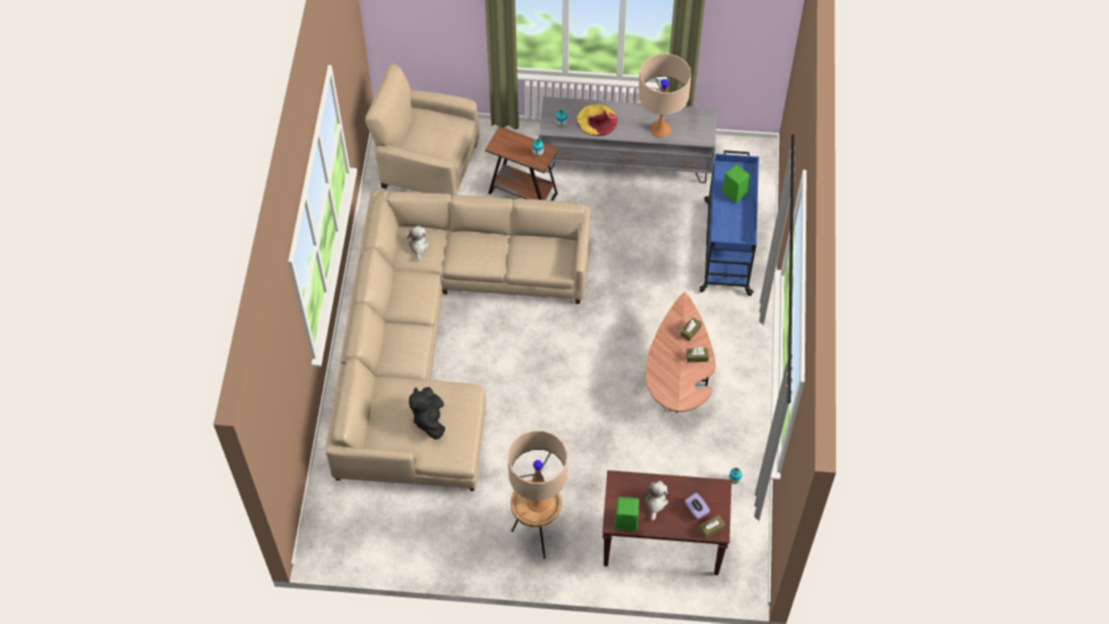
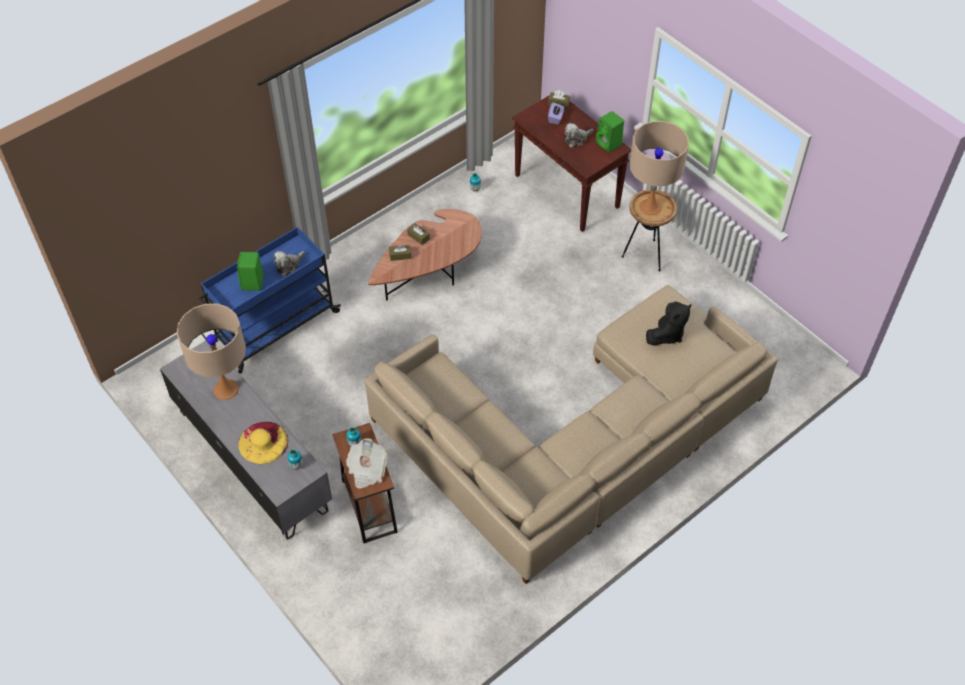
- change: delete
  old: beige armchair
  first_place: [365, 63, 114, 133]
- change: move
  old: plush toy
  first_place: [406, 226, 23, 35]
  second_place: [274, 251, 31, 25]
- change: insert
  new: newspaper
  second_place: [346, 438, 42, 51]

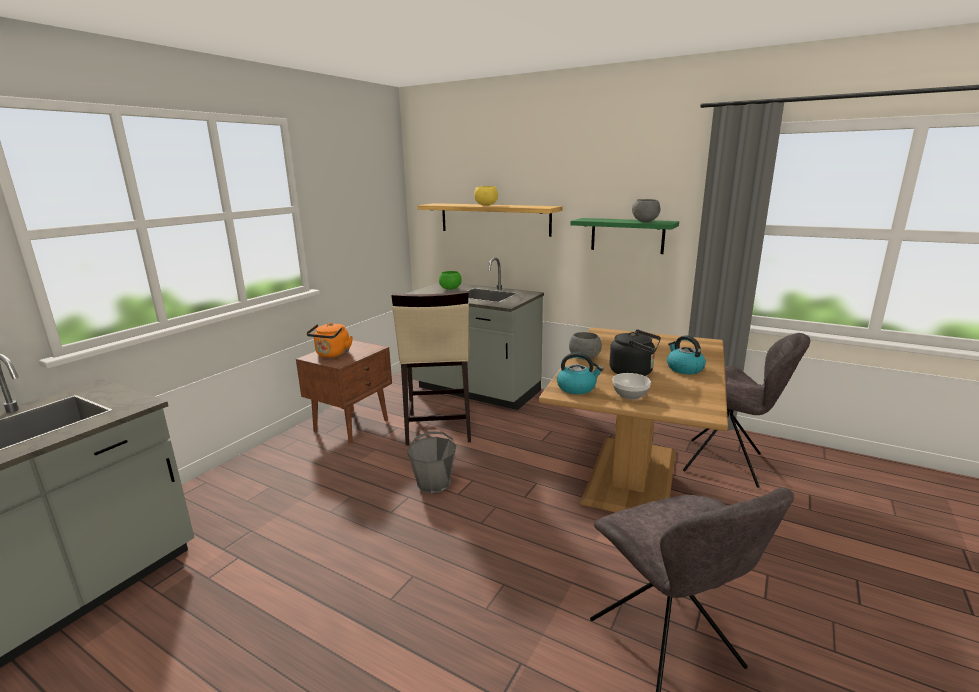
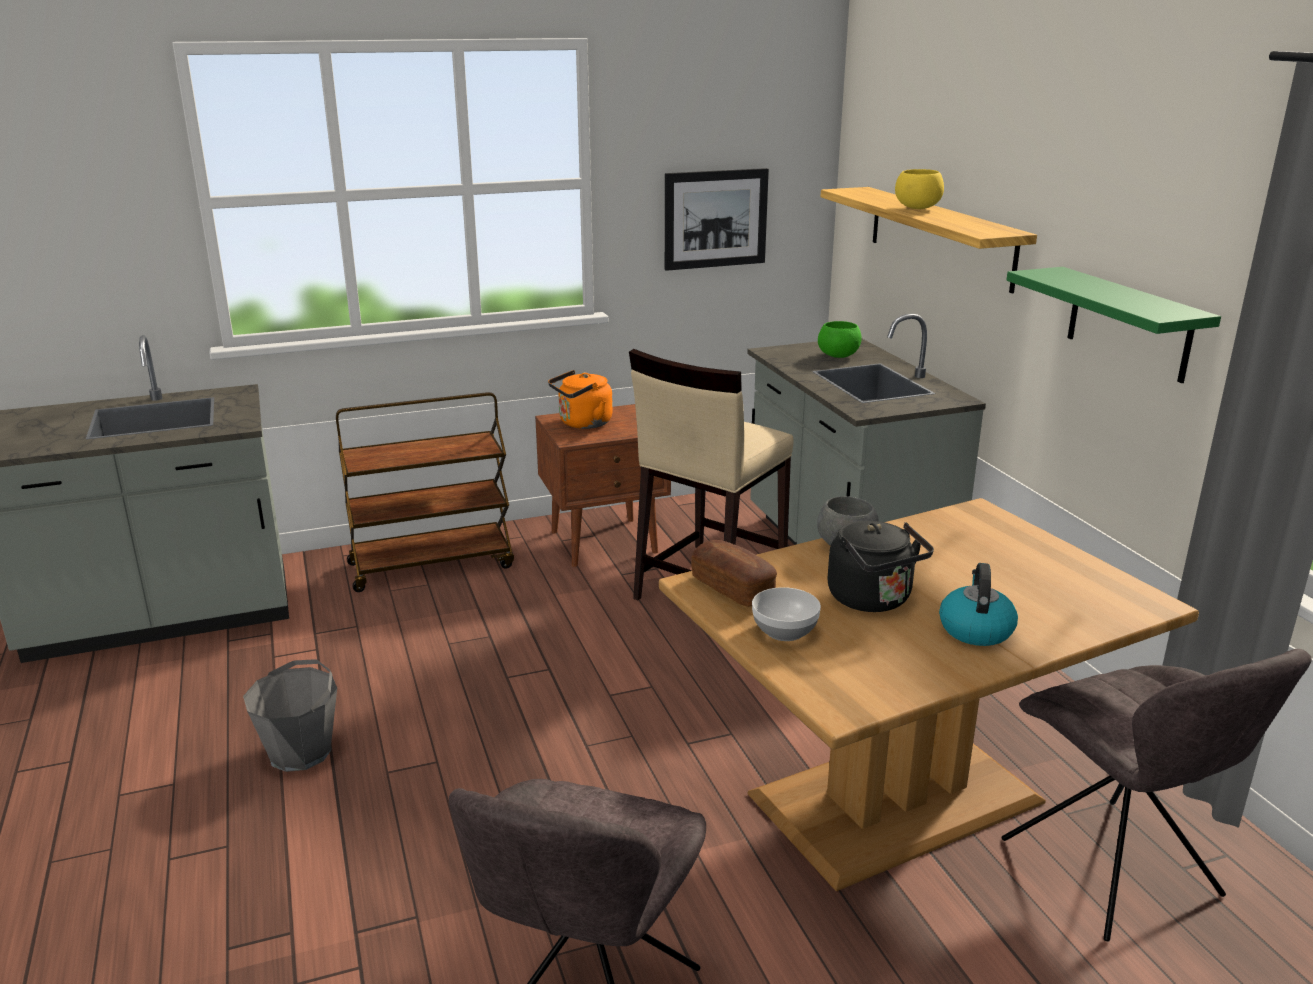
- change: delete
  old: grey bowl
  first_place: [632, 199, 28, 23]
- change: replace
  old: kettle
  new: bread
  first_place: [557, 352, 46, 42]
  second_place: [691, 540, 86, 67]
- change: move
  old: grey bucket
  first_place: [407, 431, 49, 62]
  second_place: [243, 659, 94, 113]
- change: insert
  new: picture
  second_place: [665, 168, 104, 103]
- change: insert
  new: brown cart
  second_place: [336, 392, 178, 200]

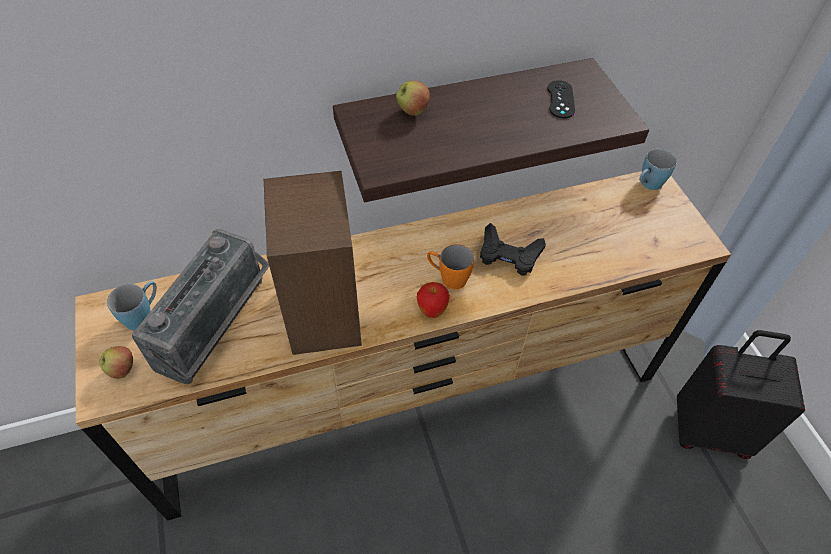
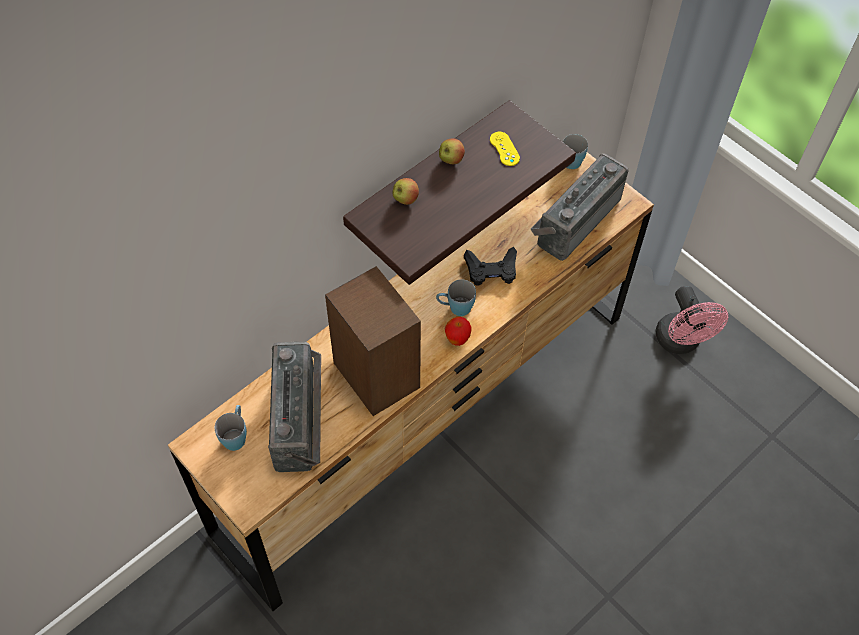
- change: recolor
  old: black game controller
  new: yellow game controller
  first_place: [547, 80, 28, 38]
  second_place: [490, 132, 30, 34]
- change: recolor
  old: orange mug
  new: blue mug
  first_place: [427, 244, 47, 45]
  second_place: [436, 279, 40, 37]
- change: replace
  old: black suitcase
  new: pink fan
  first_place: [677, 330, 128, 129]
  second_place: [656, 286, 72, 68]
- change: move
  old: apple
  first_place: [99, 346, 34, 33]
  second_place: [439, 138, 26, 26]
- change: insert
  new: radio
  second_place: [530, 153, 99, 108]

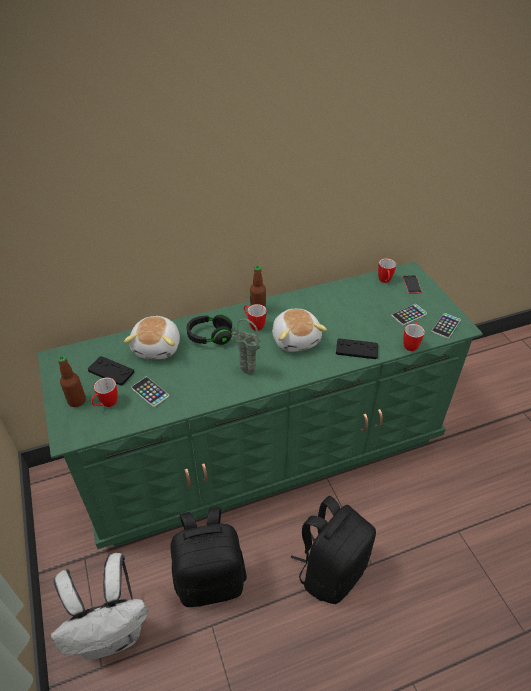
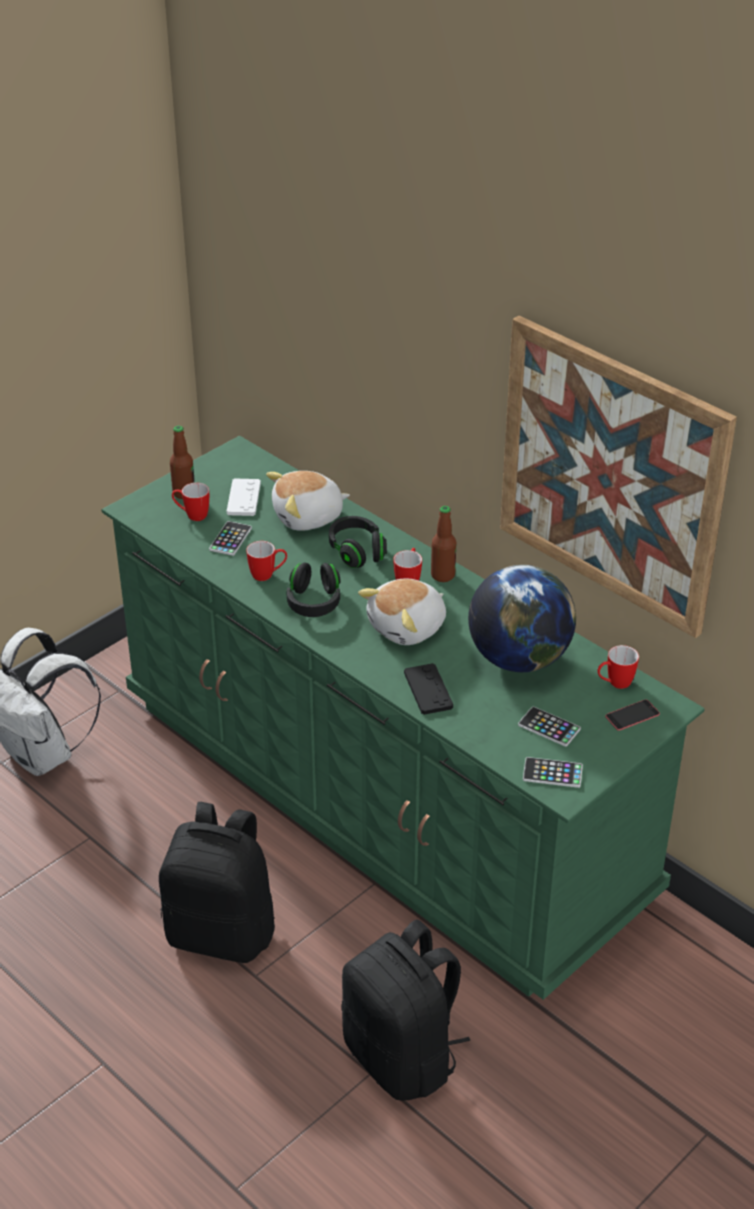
- change: replace
  old: green vase
  new: black headphones
  first_place: [231, 318, 30, 56]
  second_place: [286, 562, 55, 55]
- change: move
  old: mug
  first_place: [403, 322, 22, 29]
  second_place: [246, 541, 41, 40]
- change: recolor
  old: black game controller
  new: white game controller
  first_place: [88, 356, 46, 30]
  second_place: [227, 479, 34, 37]
- change: move
  old: black backpack
  first_place: [170, 507, 77, 100]
  second_place: [341, 920, 129, 181]
- change: insert
  new: picture
  second_place: [500, 315, 237, 323]
- change: insert
  new: globe
  second_place: [468, 565, 108, 107]

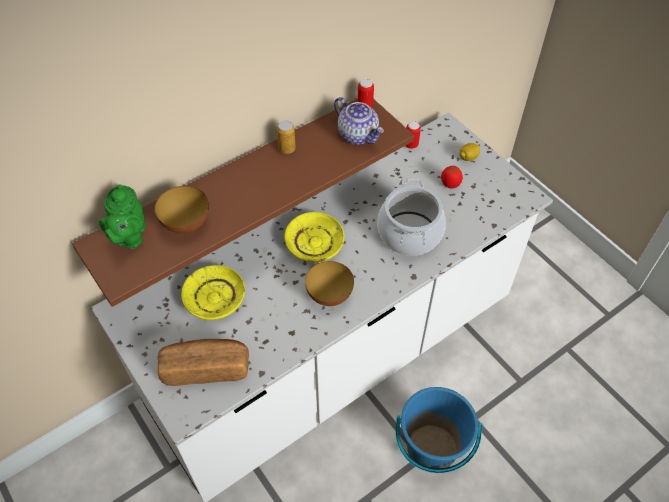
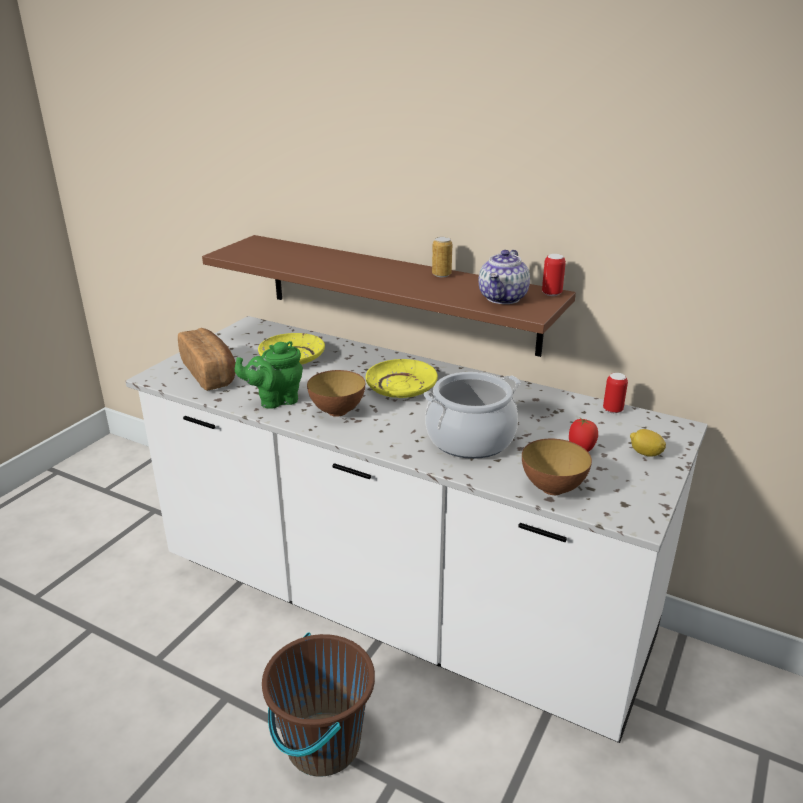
- change: move
  old: green teapot
  first_place: [99, 184, 47, 65]
  second_place: [235, 341, 68, 68]
- change: move
  old: bowl
  first_place: [155, 186, 54, 48]
  second_place: [522, 439, 70, 56]
- change: recolor
  old: blue bucket
  new: brown bucket
  first_place: [396, 387, 86, 86]
  second_place: [262, 632, 113, 145]

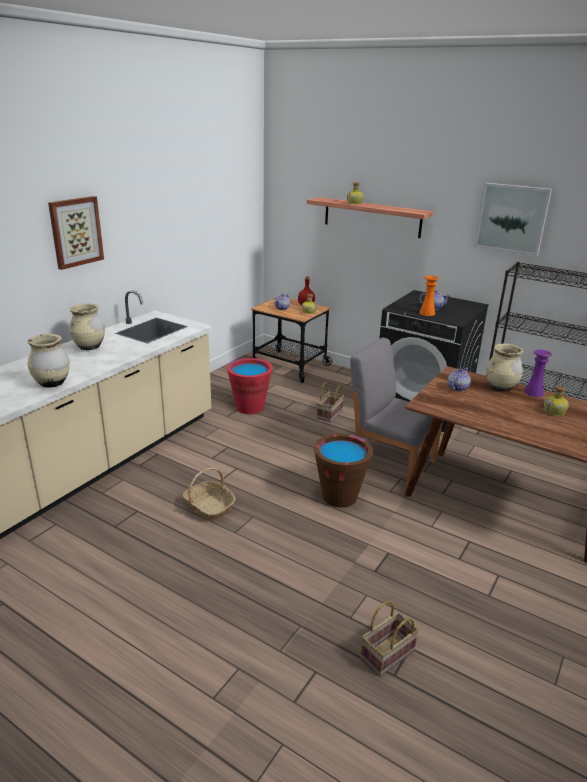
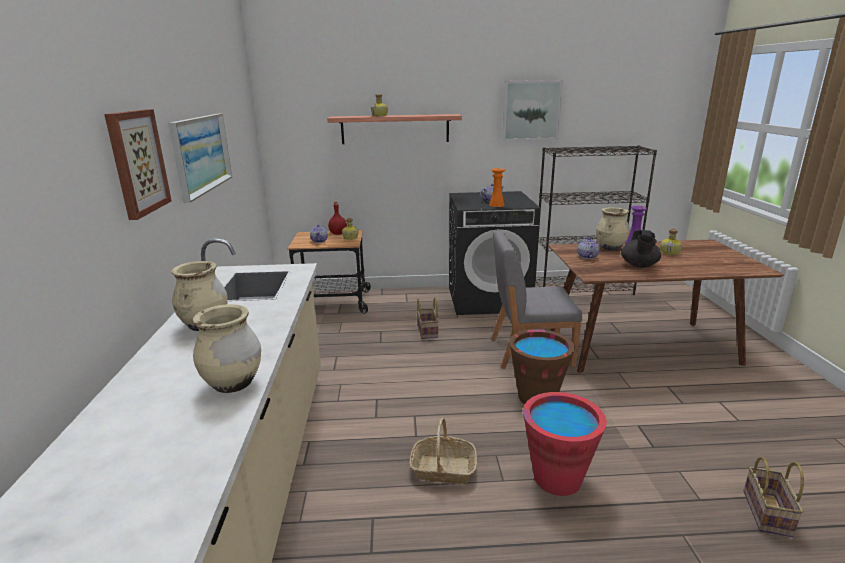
- change: move
  old: red bucket
  first_place: [227, 358, 46, 56]
  second_place: [523, 392, 84, 104]
- change: insert
  new: picture
  second_place: [168, 114, 64, 89]
- change: insert
  new: black teapot
  second_place: [621, 230, 40, 38]

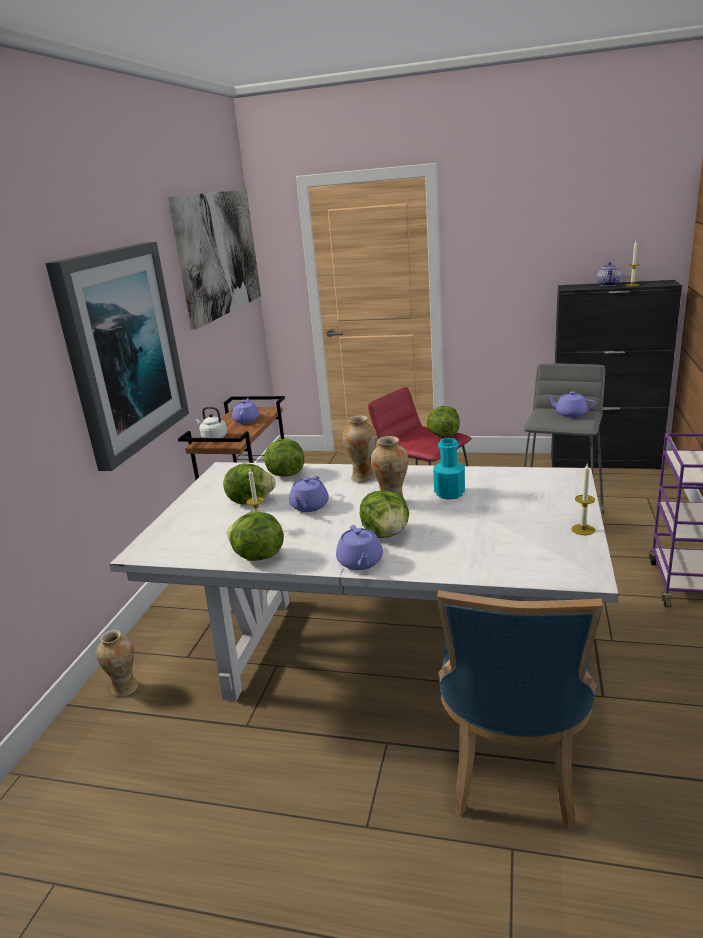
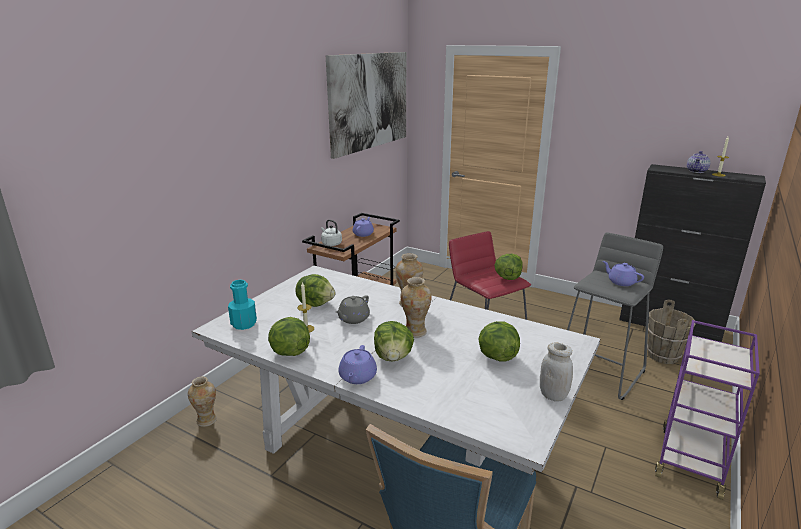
- change: delete
  old: picture
  first_place: [45, 242, 144, 229]
- change: move
  old: turquoise bottle
  first_place: [433, 438, 32, 62]
  second_place: [228, 280, 29, 50]
- change: move
  old: lettuce
  first_place: [264, 439, 40, 38]
  second_place: [478, 321, 42, 41]
- change: replace
  old: candle
  new: white jar
  first_place: [571, 464, 24, 71]
  second_place: [540, 342, 33, 59]
- change: recolor
  old: purple teapot
  new: grey teapot
  first_place: [289, 476, 40, 36]
  second_place: [336, 295, 34, 29]
- change: insert
  new: brown bucket
  second_place: [647, 300, 49, 64]

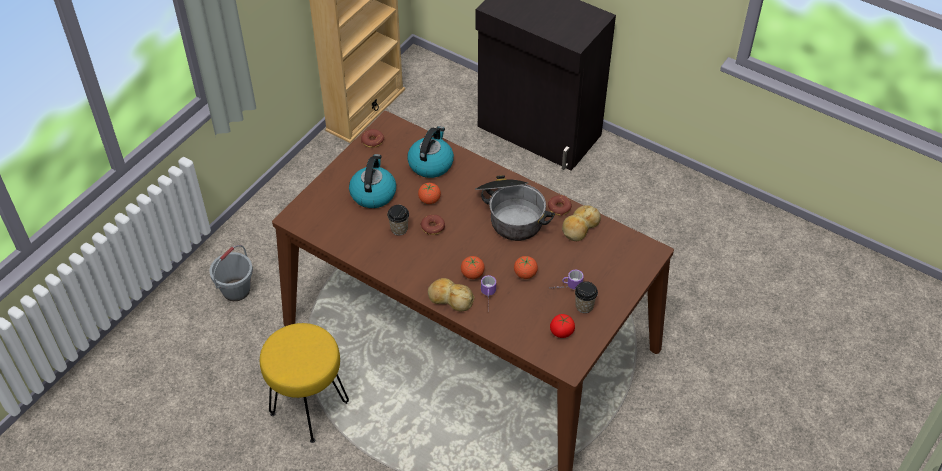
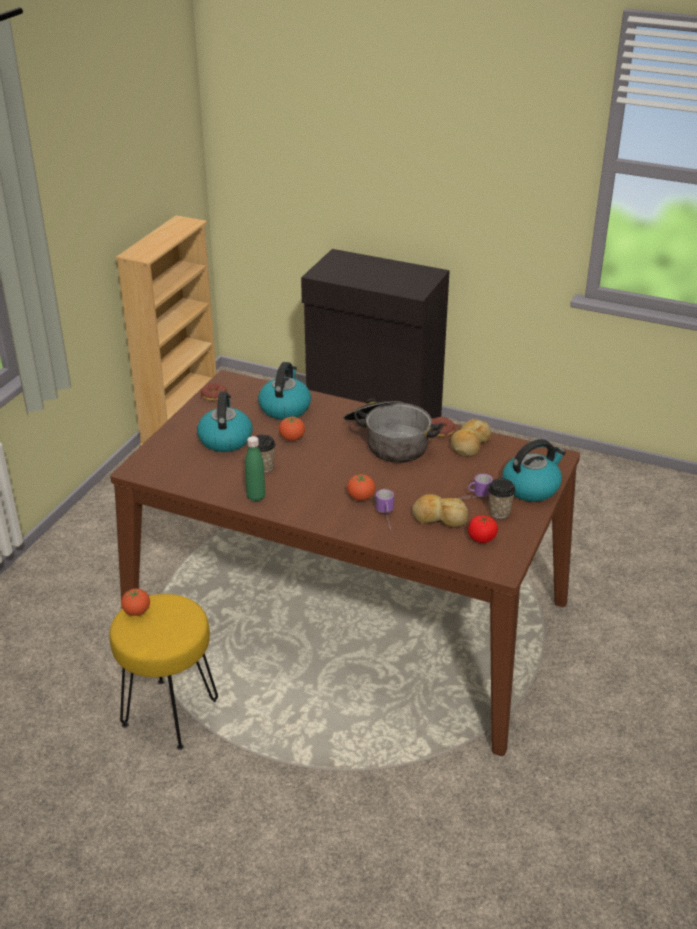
- change: delete
  old: donut
  first_place: [420, 215, 25, 20]
- change: delete
  old: grey bucket
  first_place: [209, 245, 44, 56]
- change: move
  old: tomato
  first_place: [514, 256, 24, 23]
  second_place: [121, 589, 29, 27]
- change: move
  old: bread
  first_place: [428, 278, 47, 33]
  second_place: [412, 494, 56, 34]
- change: insert
  new: green bottle
  second_place: [245, 436, 20, 66]
- change: insert
  new: kettle
  second_place: [503, 439, 63, 63]

